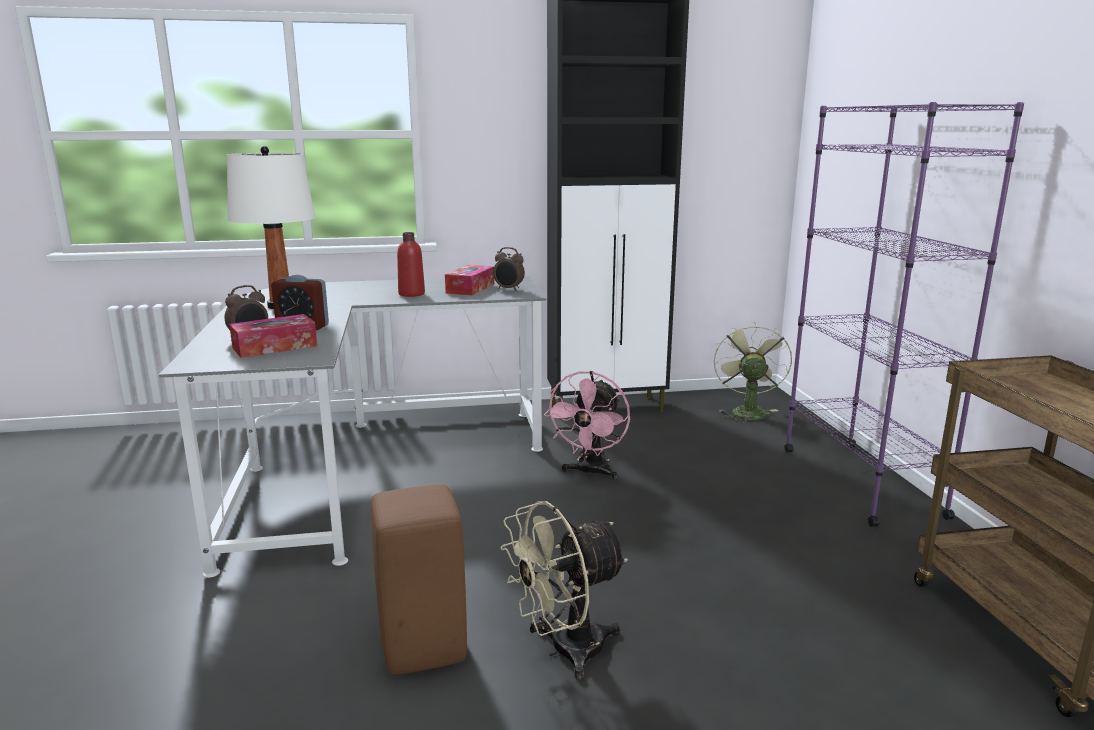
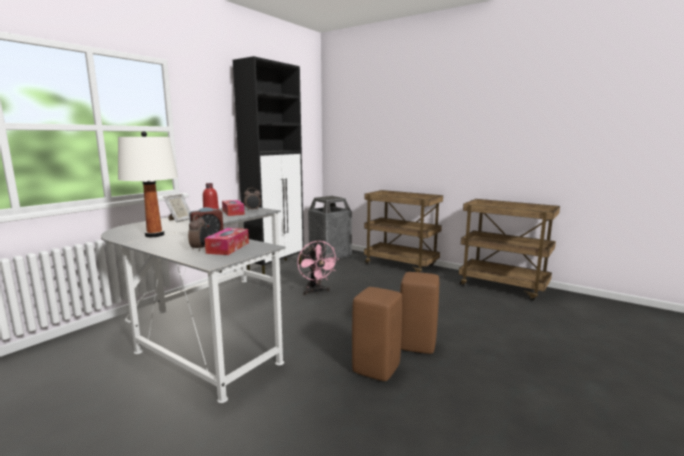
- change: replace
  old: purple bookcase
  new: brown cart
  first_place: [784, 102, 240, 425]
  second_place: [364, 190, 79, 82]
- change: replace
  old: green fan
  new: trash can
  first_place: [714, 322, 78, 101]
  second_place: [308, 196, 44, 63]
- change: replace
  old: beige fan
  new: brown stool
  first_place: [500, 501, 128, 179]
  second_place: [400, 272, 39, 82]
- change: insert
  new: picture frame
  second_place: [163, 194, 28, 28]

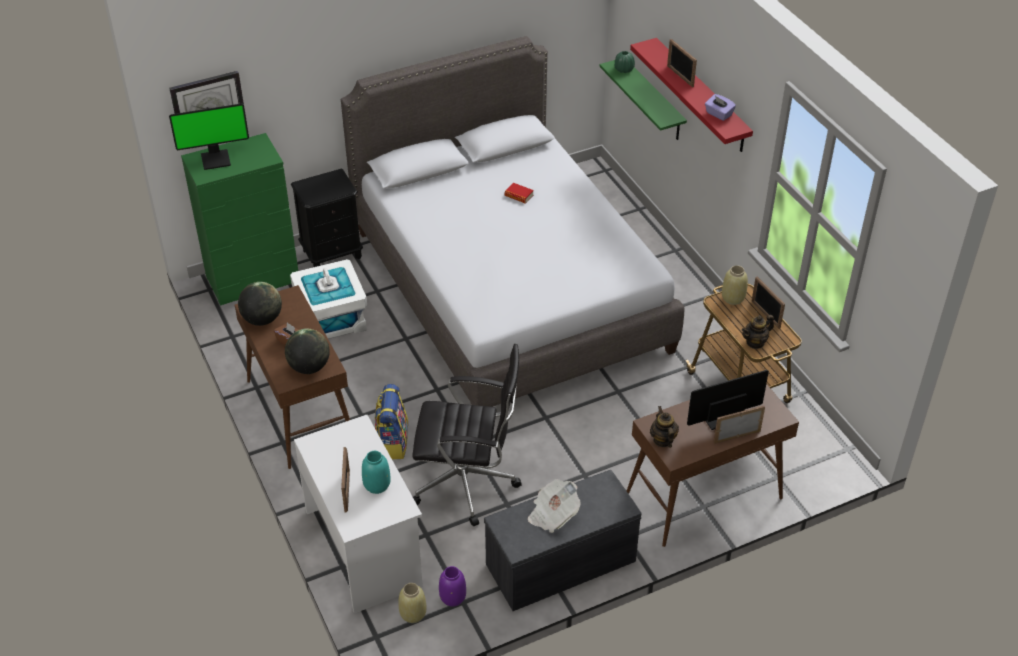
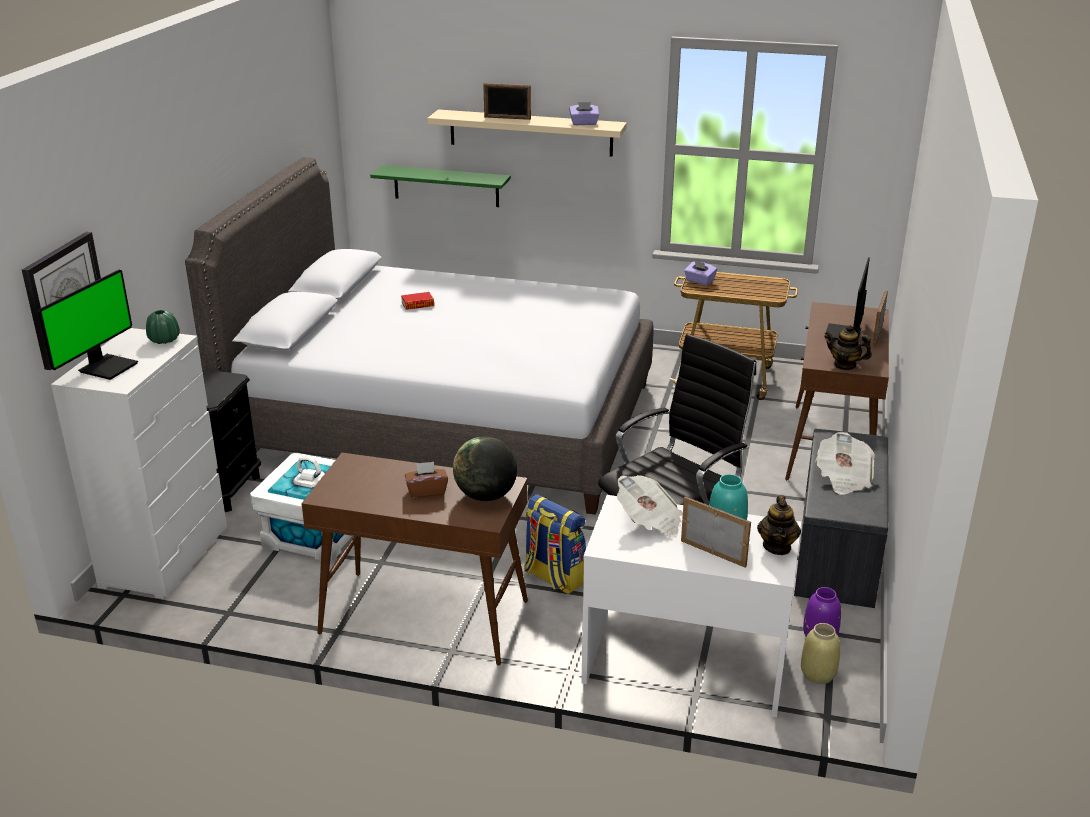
- change: recolor
  old: red shelf
  new: beige shelf
  first_place: [630, 38, 123, 114]
  second_place: [427, 110, 200, 47]
- change: move
  old: green vase
  first_place: [615, 51, 20, 22]
  second_place: [146, 310, 34, 34]
- change: recolor
  old: green dresser
  new: white dresser
  first_place: [181, 133, 117, 173]
  second_place: [51, 328, 176, 271]
- change: replace
  old: beige vase
  new: purple tissue box
  first_place: [722, 265, 26, 40]
  second_place: [684, 260, 33, 26]
- change: delete
  old: picture frame
  first_place: [752, 277, 33, 52]
- change: delete
  old: globe
  first_place: [238, 282, 44, 44]
- change: move
  old: teapot
  first_place: [742, 315, 32, 34]
  second_place: [757, 495, 44, 60]
- change: insert
  new: newspaper
  second_place: [617, 475, 66, 63]

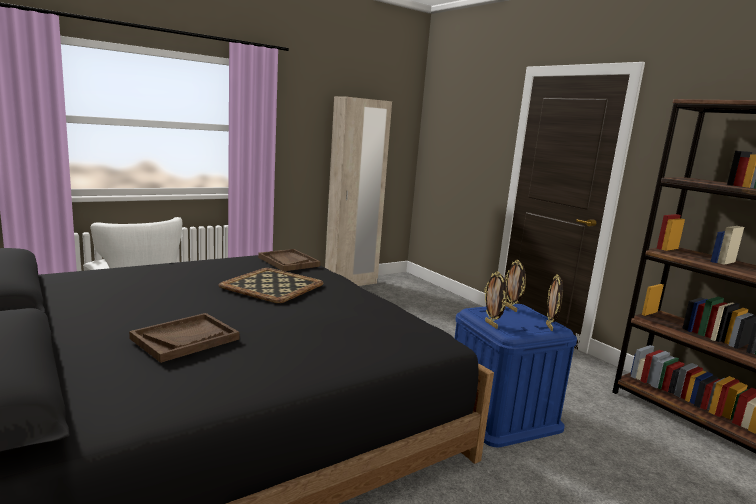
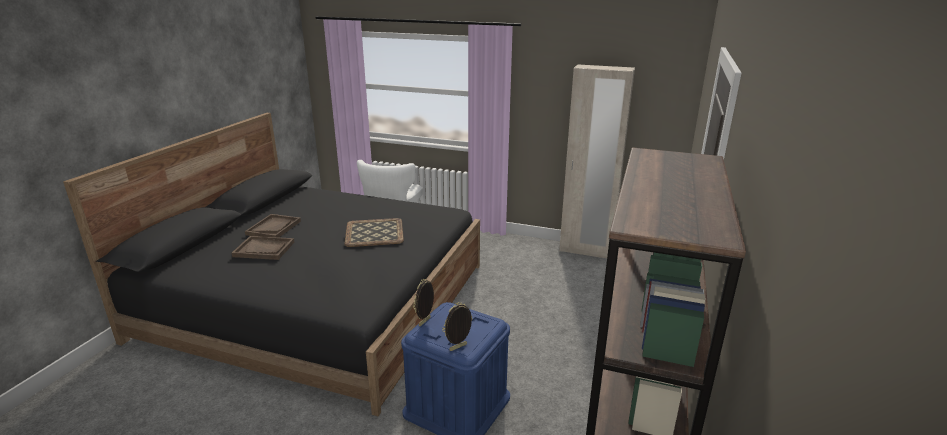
- change: move
  old: brown tray
  first_place: [258, 249, 63, 22]
  second_place: [245, 214, 56, 23]
- change: delete
  old: picture frame
  first_place: [505, 260, 21, 52]

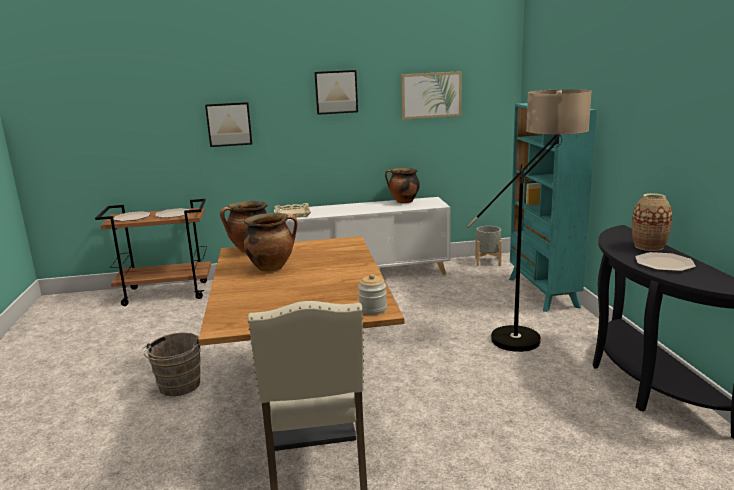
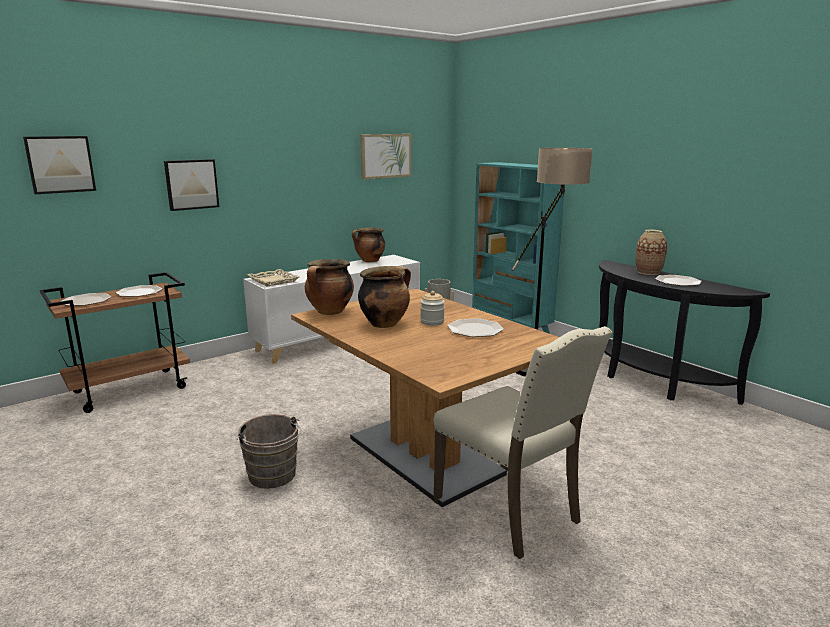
- change: move
  old: picture
  first_place: [314, 70, 44, 45]
  second_place: [23, 136, 73, 58]
- change: move
  old: jar
  first_place: [358, 274, 29, 41]
  second_place: [420, 291, 25, 35]
- change: insert
  new: plate
  second_place: [448, 318, 56, 19]

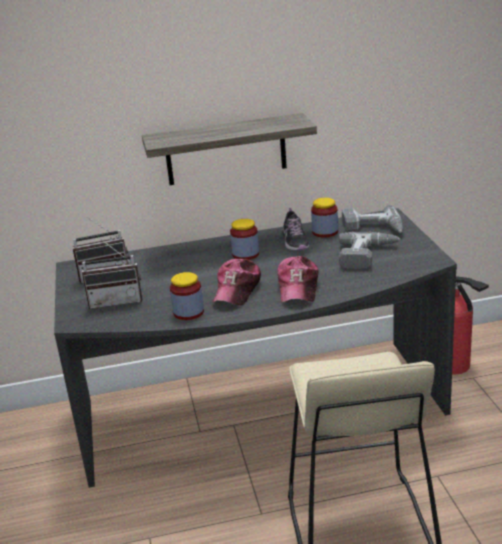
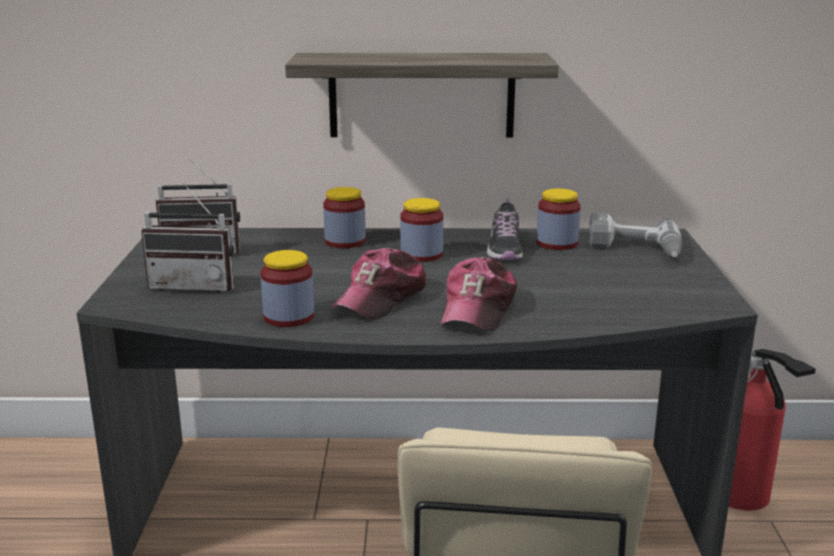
- change: delete
  old: power drill
  first_place: [339, 232, 61, 37]
- change: insert
  new: jar
  second_place: [323, 187, 43, 61]

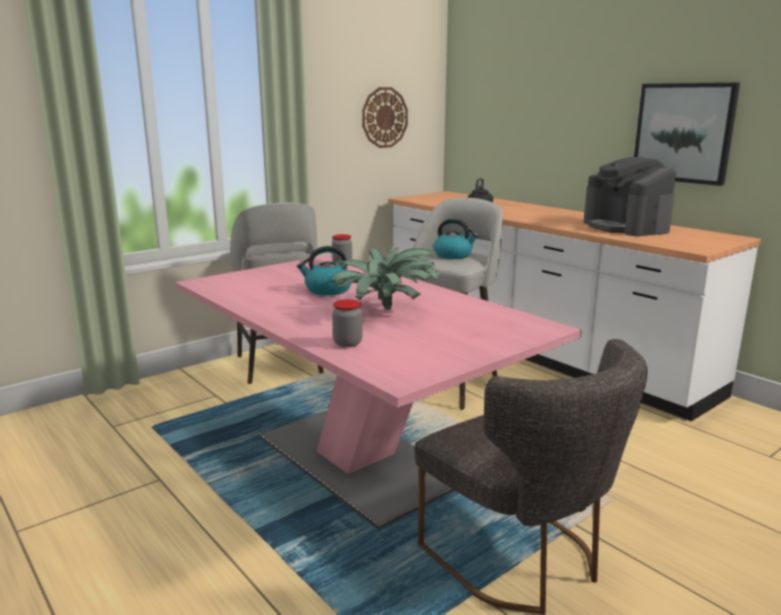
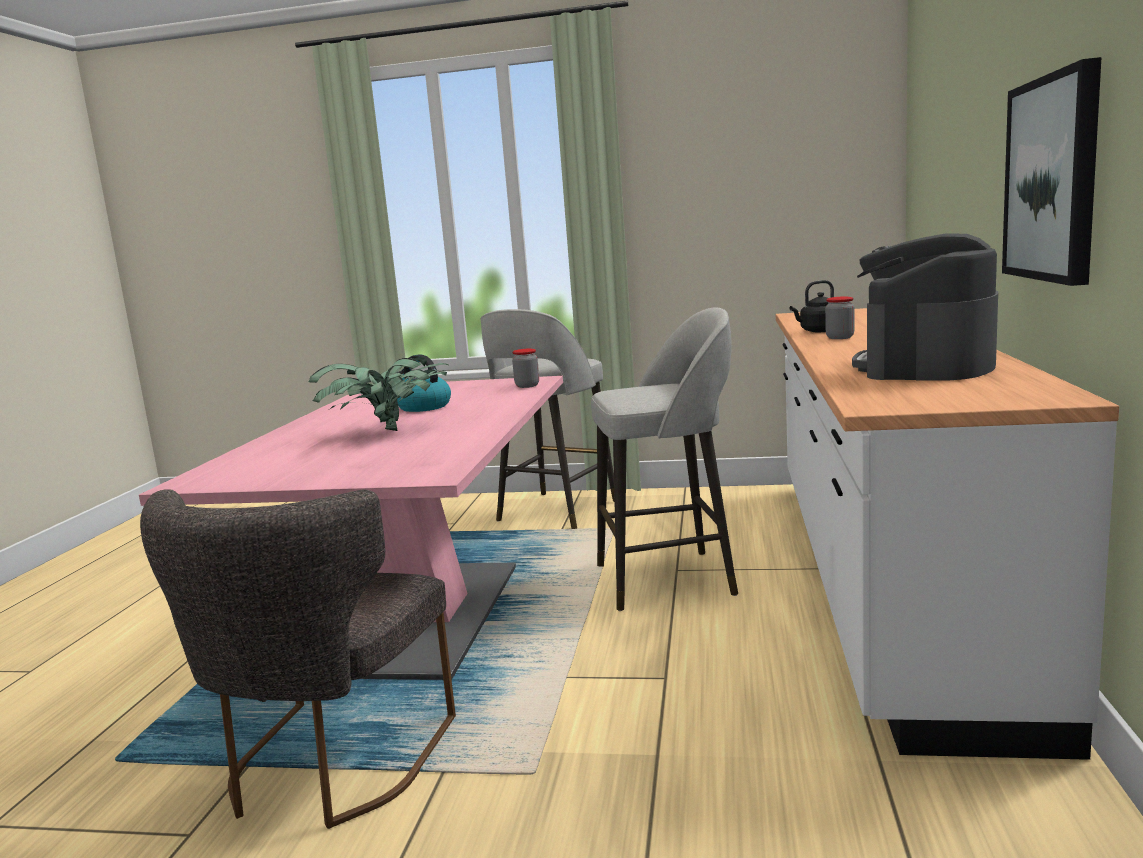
- change: delete
  old: wall clock
  first_place: [362, 87, 46, 61]
- change: delete
  old: kettle
  first_place: [433, 219, 45, 40]
- change: move
  old: jar
  first_place: [332, 299, 30, 48]
  second_place: [825, 296, 30, 43]

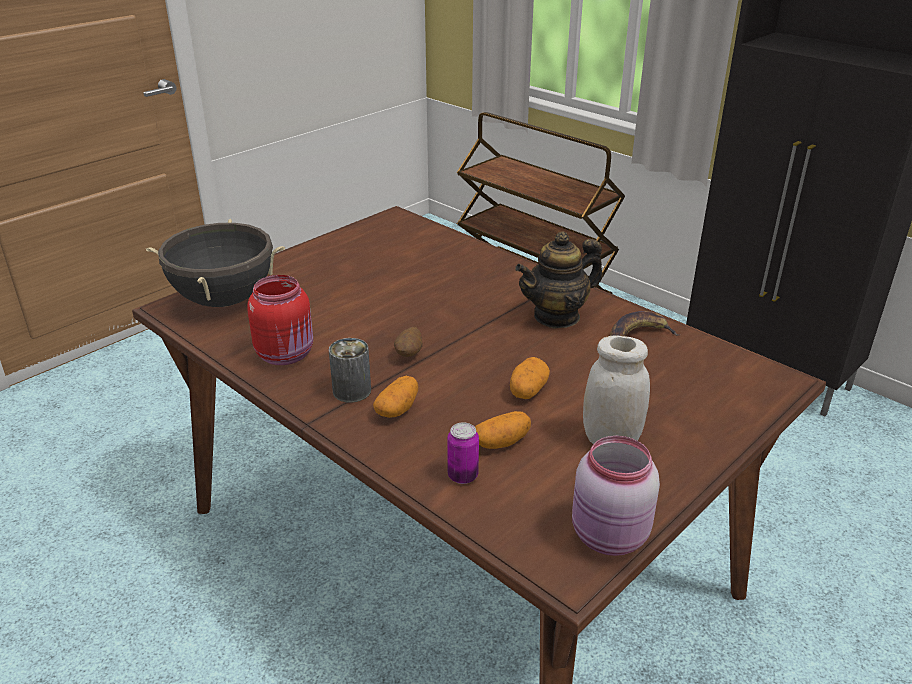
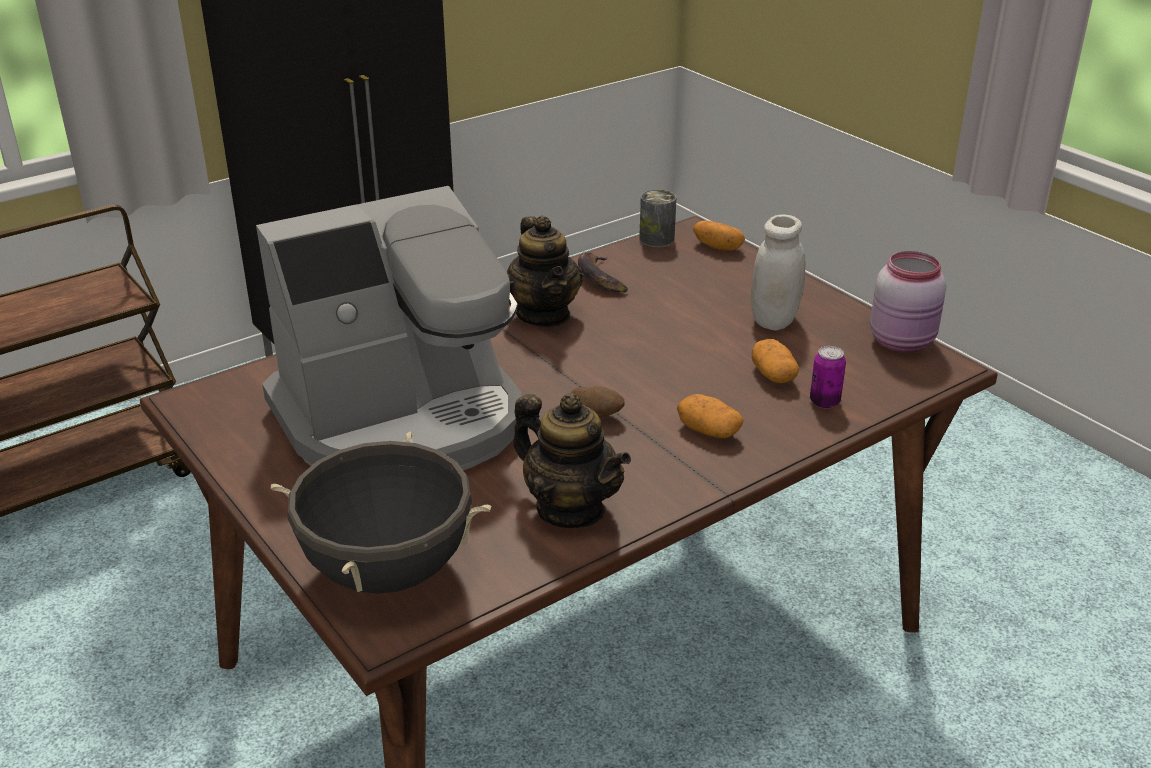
- change: replace
  old: red jar
  new: teapot
  first_place: [247, 275, 66, 90]
  second_place: [513, 393, 118, 135]
- change: move
  old: can
  first_place: [329, 338, 42, 65]
  second_place: [639, 190, 37, 58]
- change: move
  old: potato
  first_place: [510, 357, 40, 42]
  second_place: [693, 220, 52, 31]
- change: insert
  new: coffee machine
  second_place: [256, 186, 265, 284]

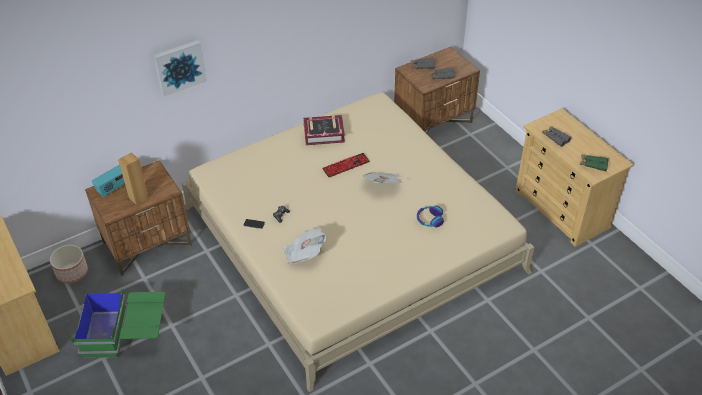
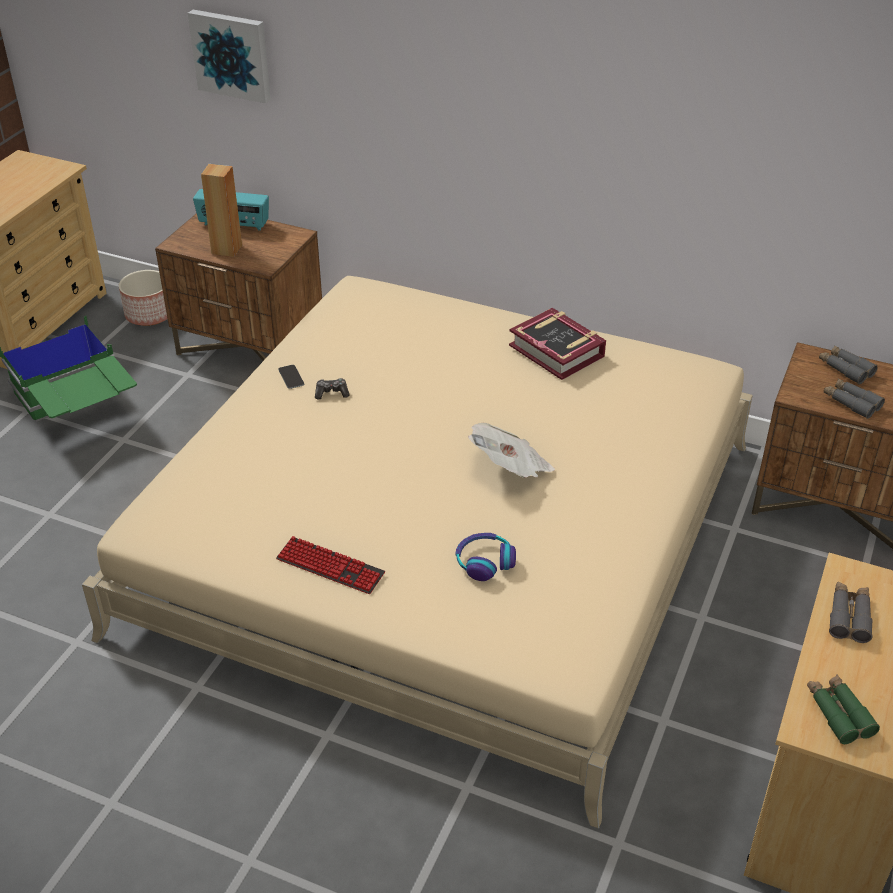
- change: move
  old: picture
  first_place: [153, 40, 54, 56]
  second_place: [188, 10, 83, 93]
- change: move
  old: keyboard
  first_place: [322, 153, 48, 25]
  second_place: [276, 536, 109, 58]
- change: delete
  old: newspaper
  first_place: [283, 228, 43, 36]

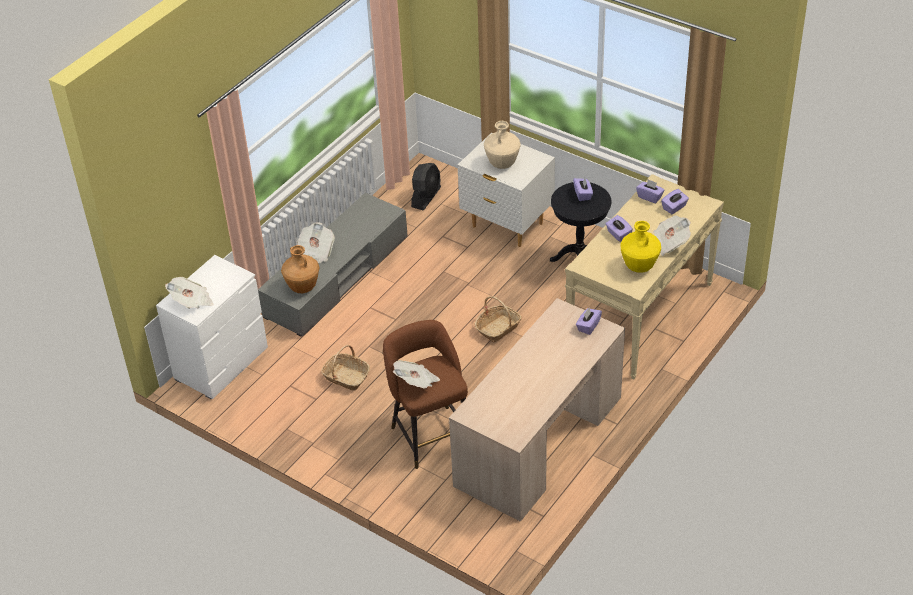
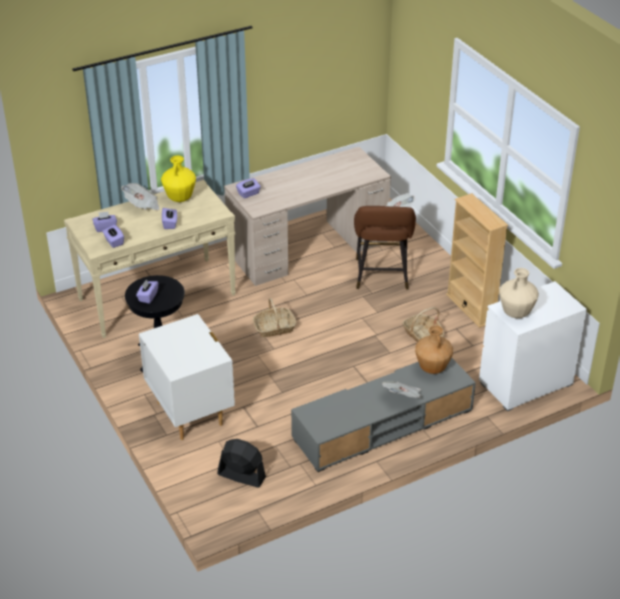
- change: move
  old: beige vase
  first_place: [484, 121, 37, 48]
  second_place: [499, 268, 40, 50]
- change: rotate
  old: black fan
  first_place: [411, 163, 30, 48]
  second_place: [217, 439, 49, 48]
  degrees: 60
- change: delete
  old: newspaper
  first_place: [165, 277, 48, 32]
- change: insert
  new: beige bookcase
  second_place: [446, 193, 62, 135]

